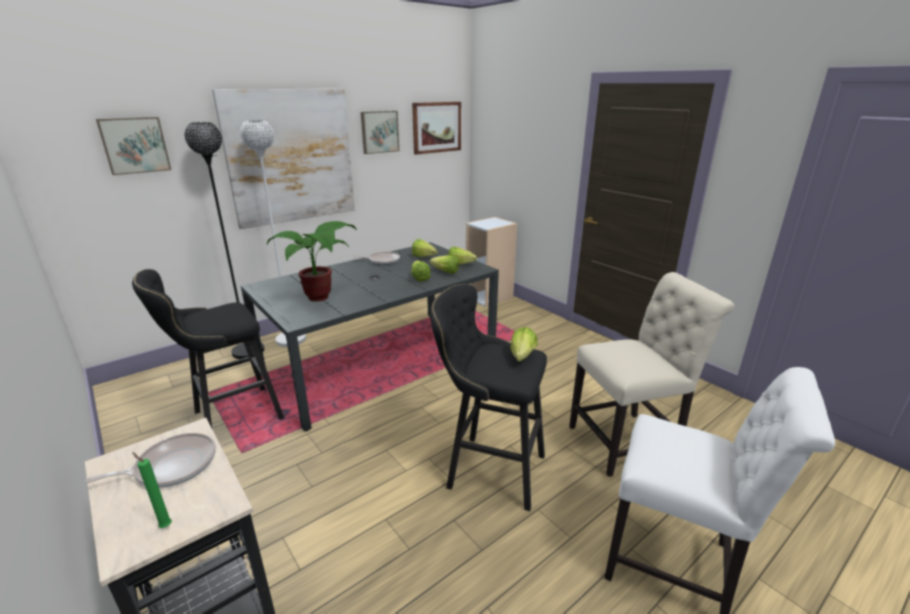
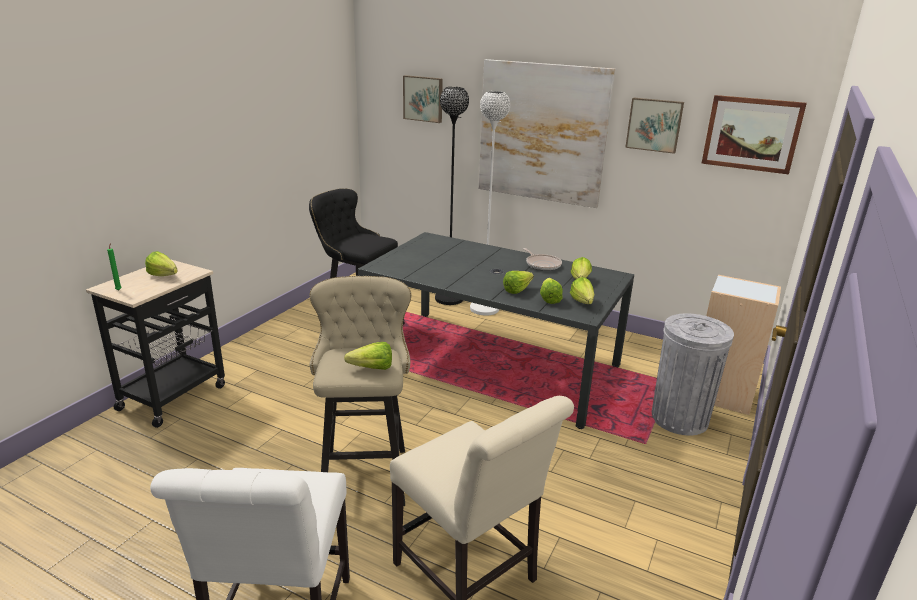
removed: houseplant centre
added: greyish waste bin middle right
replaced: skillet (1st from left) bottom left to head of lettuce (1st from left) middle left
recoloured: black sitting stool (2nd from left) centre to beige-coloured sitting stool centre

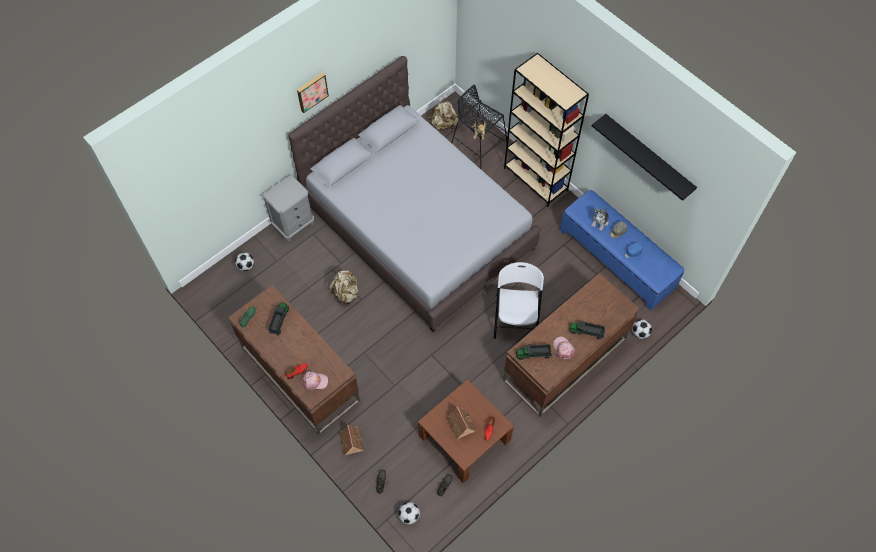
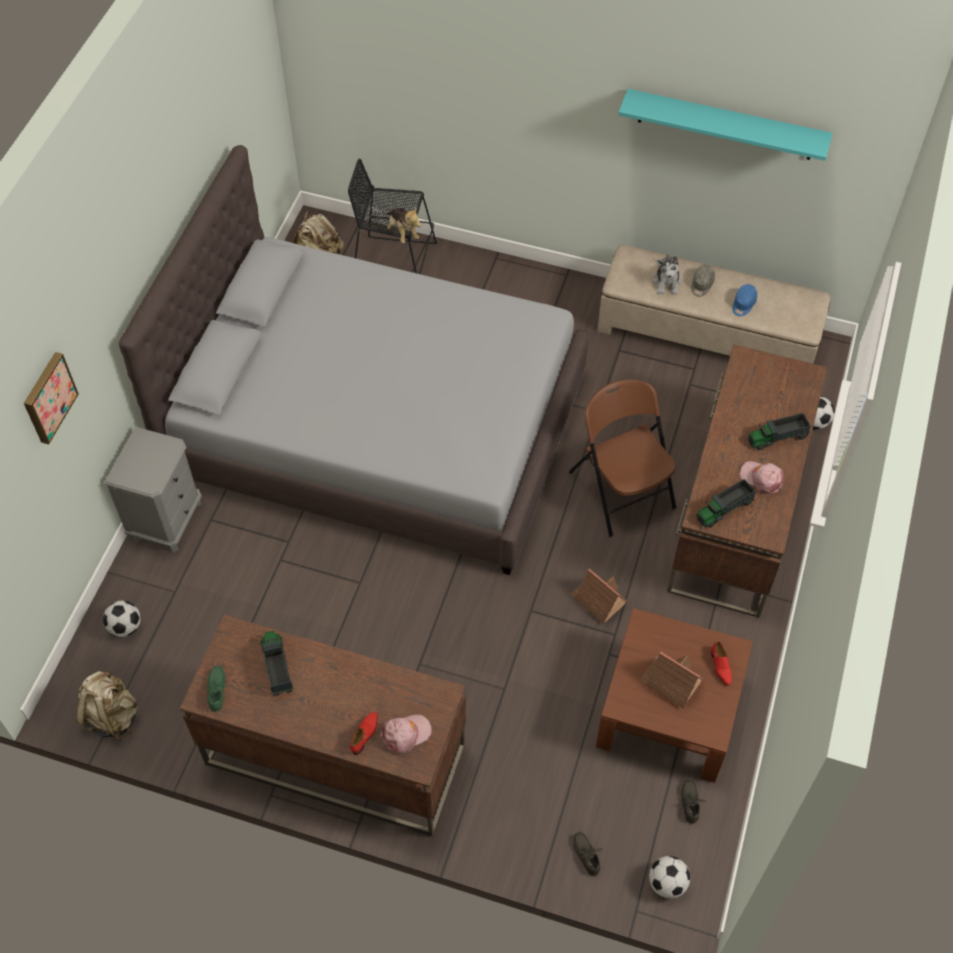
removed: beige-coloured shelving unit top centre
moved: picture top centre to middle left; beige-coloured rucksack (1st from left) centre to bottom left; model house (1st from left) bottom centre to centre
recoloured: whitish chair centre to brownish chair centre; blue-coloured long seat middle right to beige-coloured long seat top right; black bracket shelf top right to turquoise bracket shelf top right

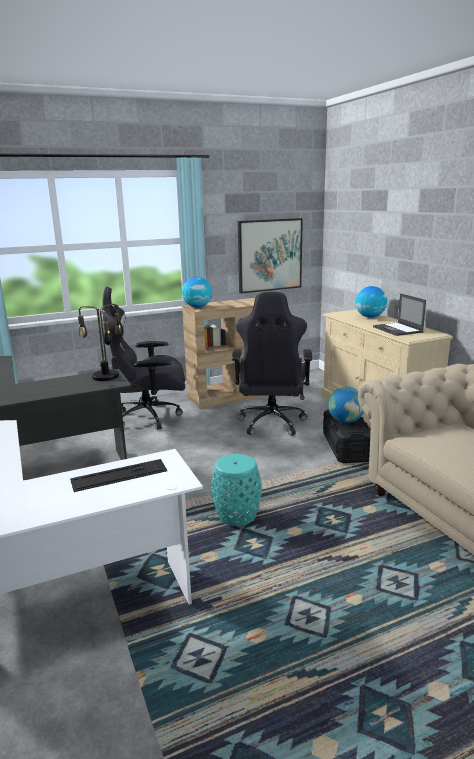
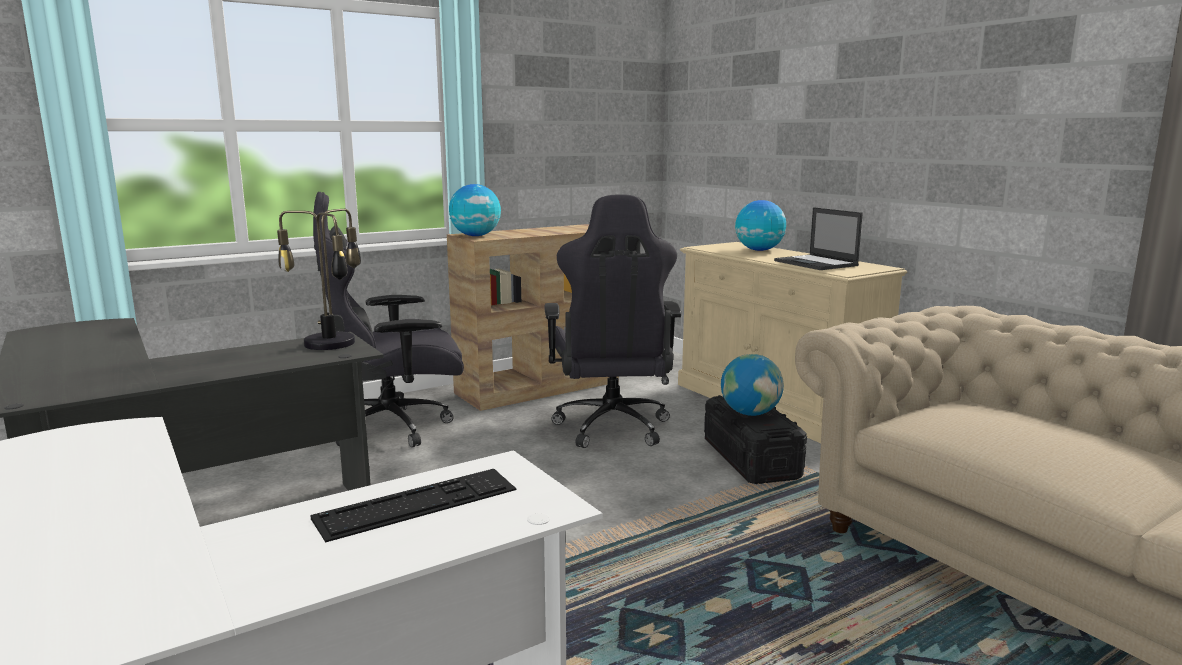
removed: turquoise sitting stool centre; picture centre

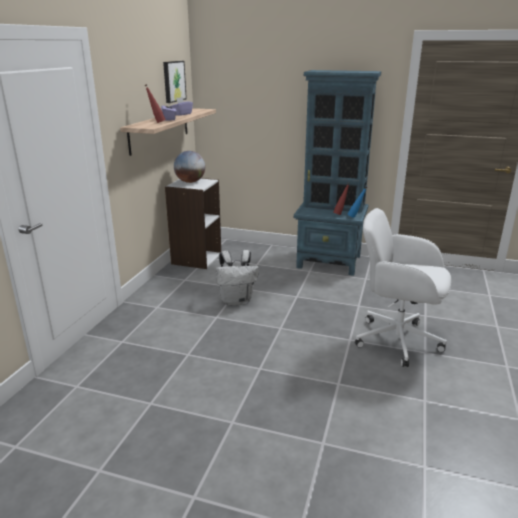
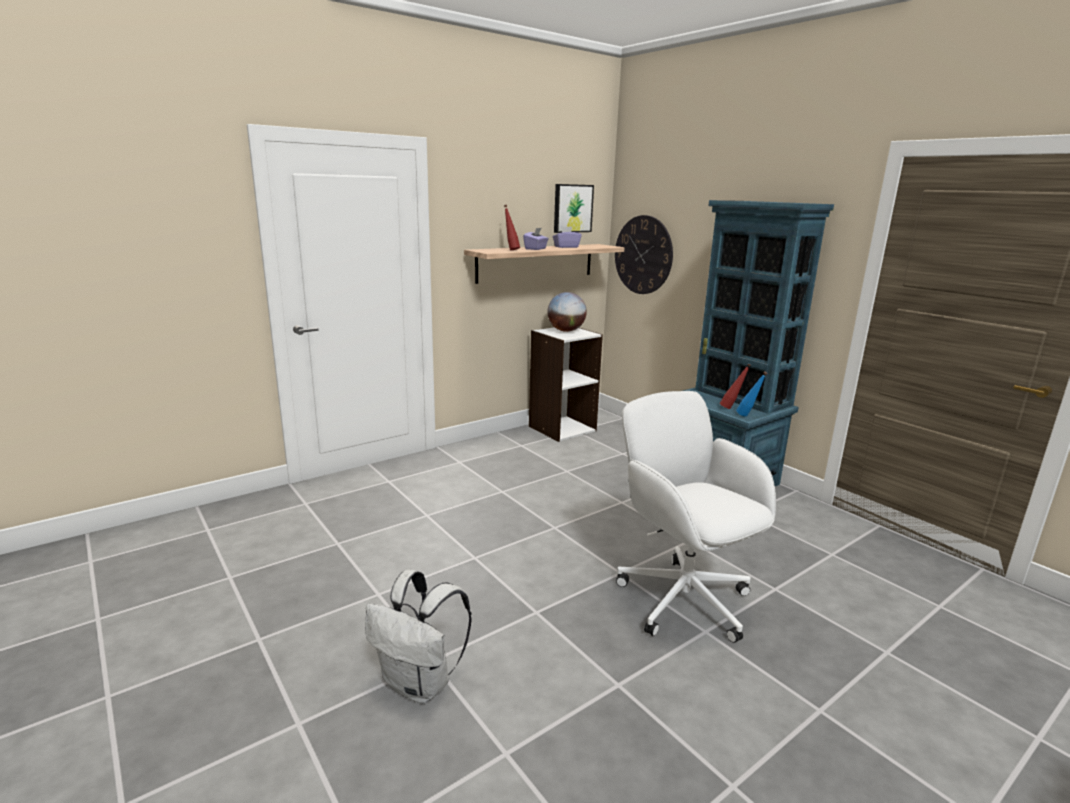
added: clock on the wall top centre
moved: whitish rucksack centre to bottom centre

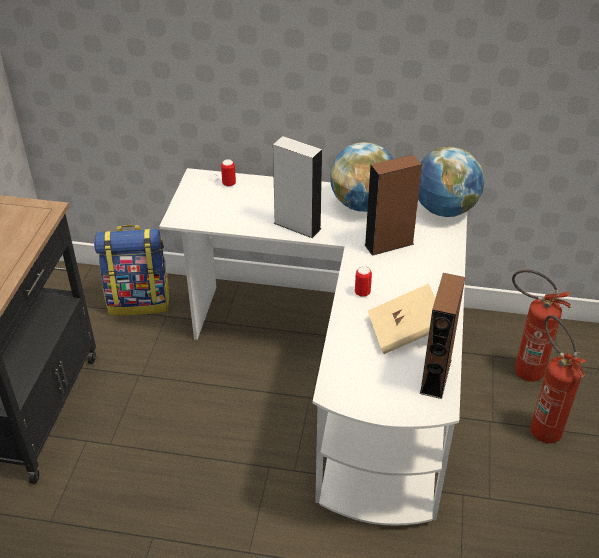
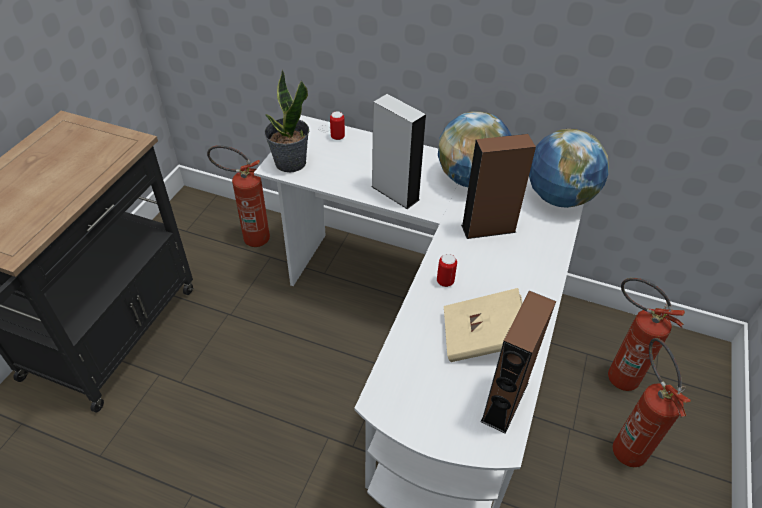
added: houseplant top centre
replaced: rucksack middle left to extinguisher (1st from left) middle left

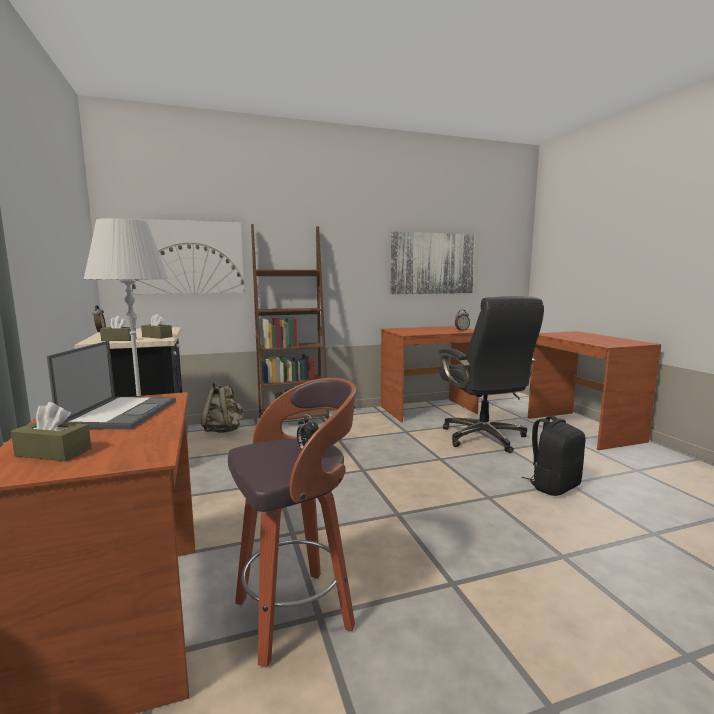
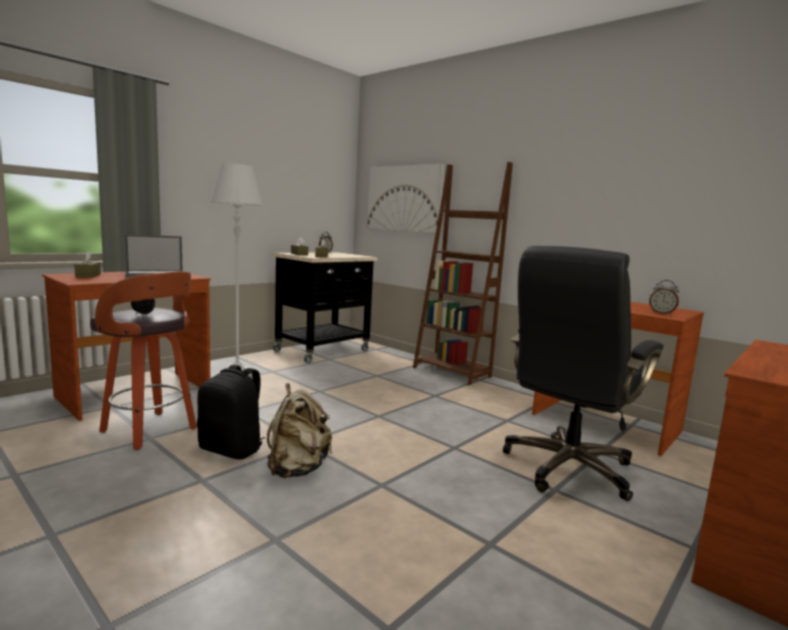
removed: picture (2nd from left) centre
moved: beige-coloured rucksack middle left to bottom centre; black rucksack middle right to middle left

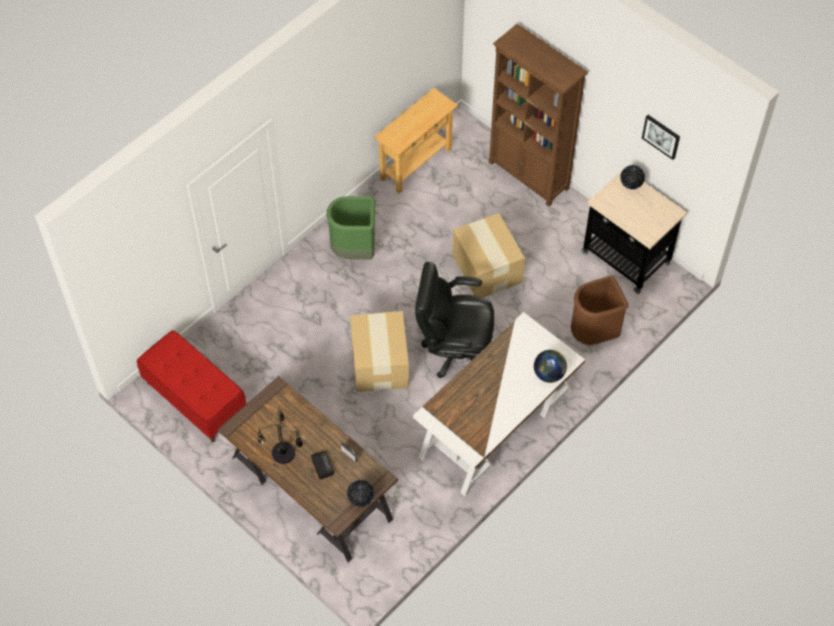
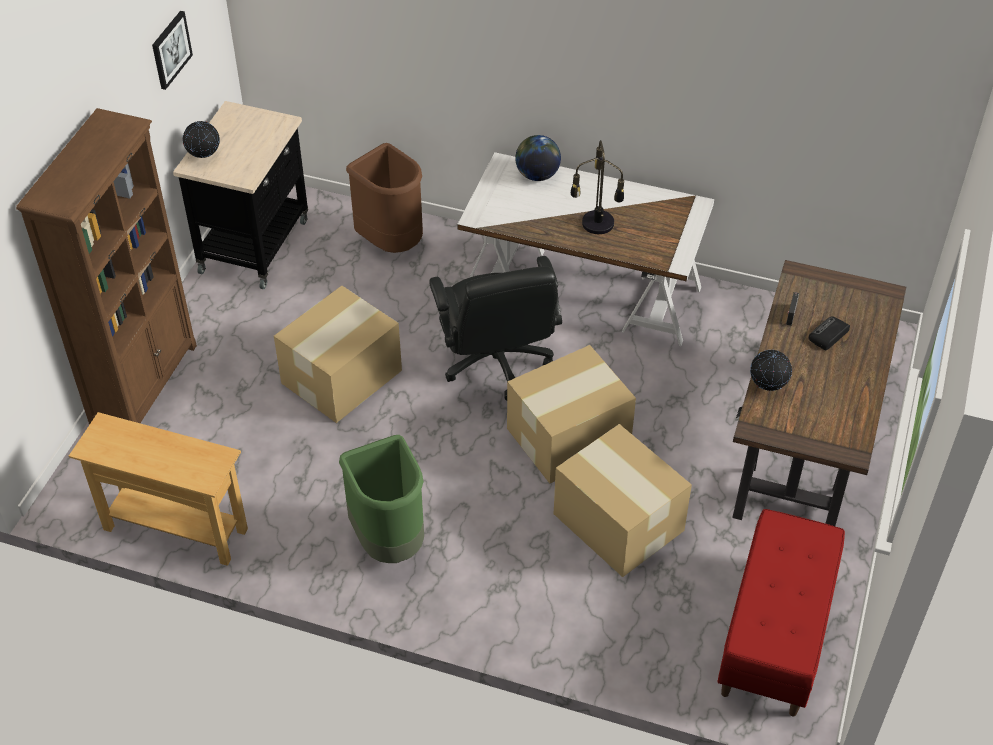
added: cardboard box (3rd from left) bottom centre
moved: tabletop lamp bottom centre to top centre; desk globe (1st from left in the first image) bottom centre to desk globe (3rd from left) middle right

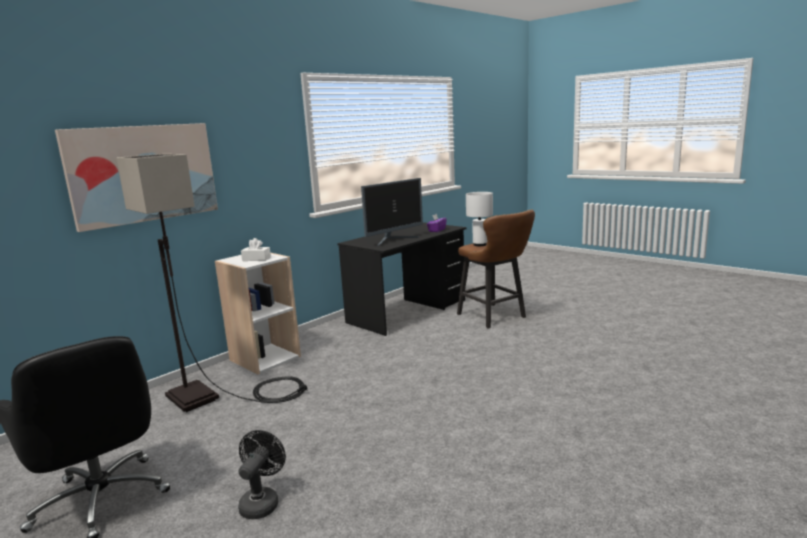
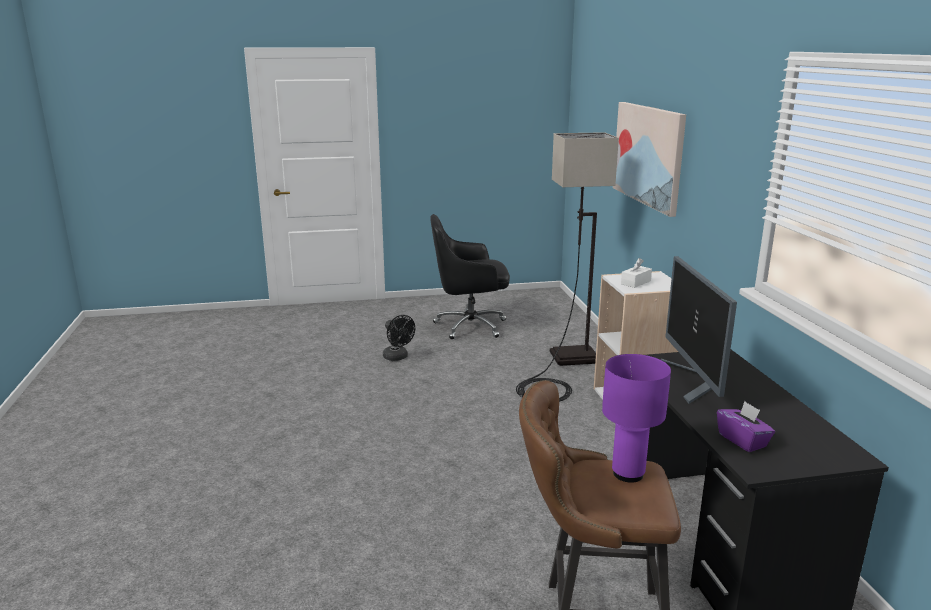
recoloured: whitish tabletop lamp centre to purple tabletop lamp bottom right

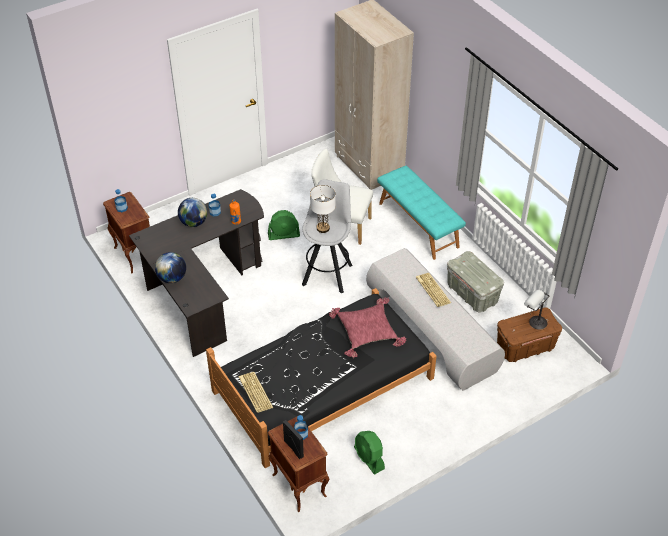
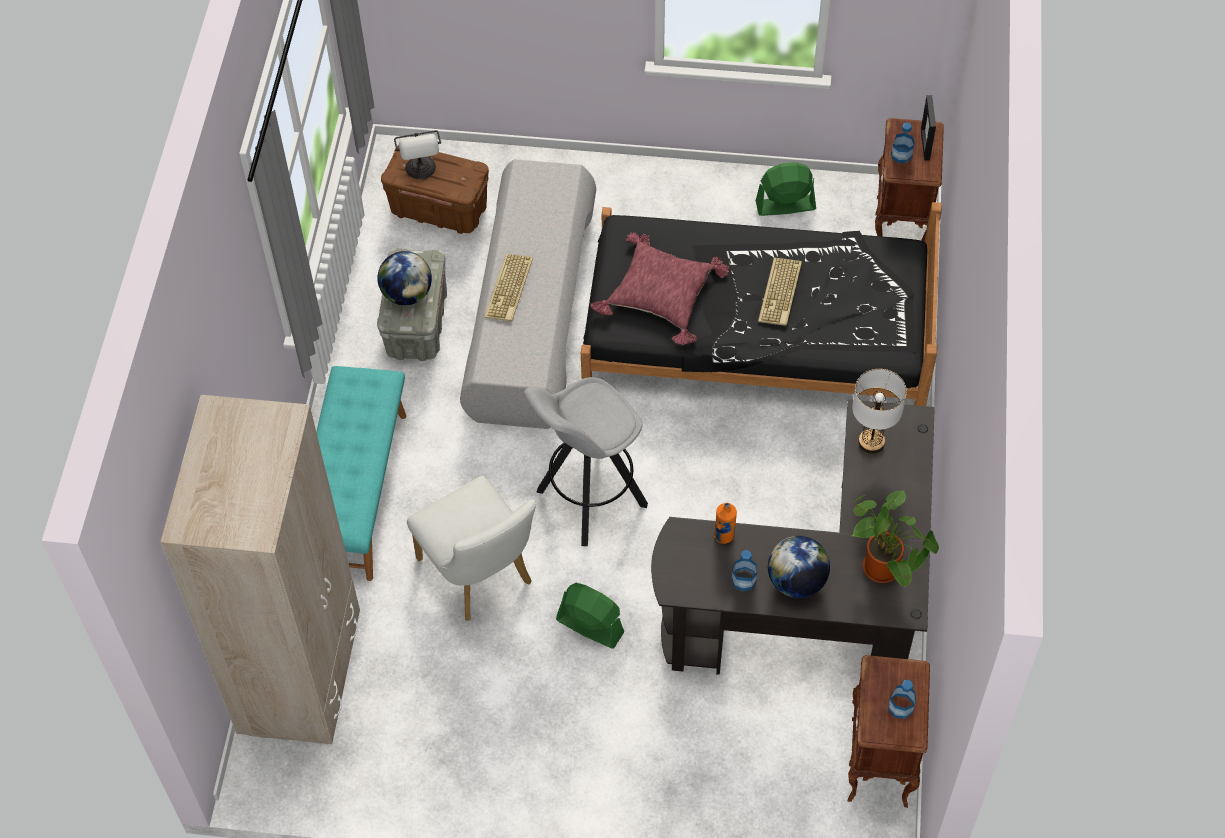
added: houseplant middle right
moved: desk globe (1st from left) middle left to top left; computer keyboard (1st from left in the first image) bottom centre to computer keyboard (2nd from left) centre; tabletop lamp (1st from left in the first image) centre to tabletop lamp (2nd from left) middle right
turned: greenish fan (2nd from left) bottom centre = top centre 105 degrees counterclockwise

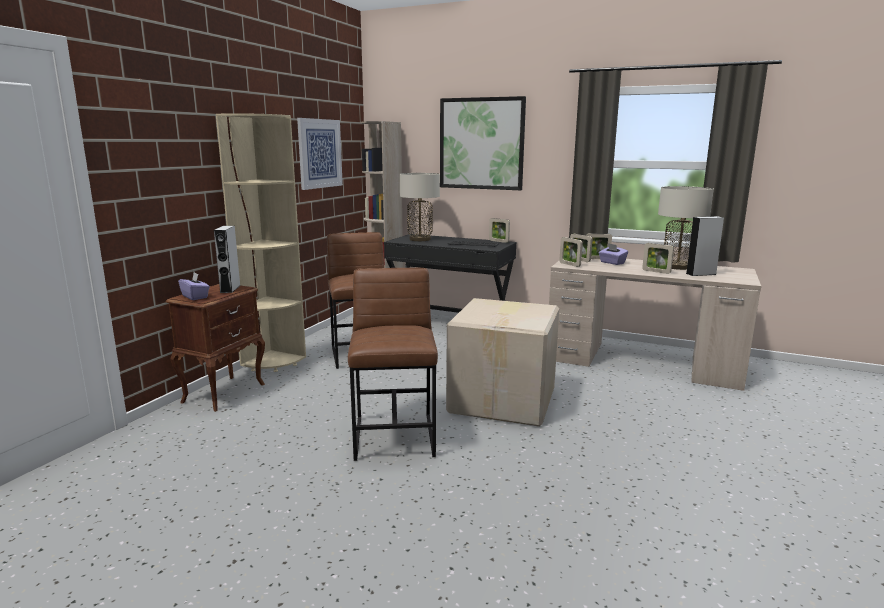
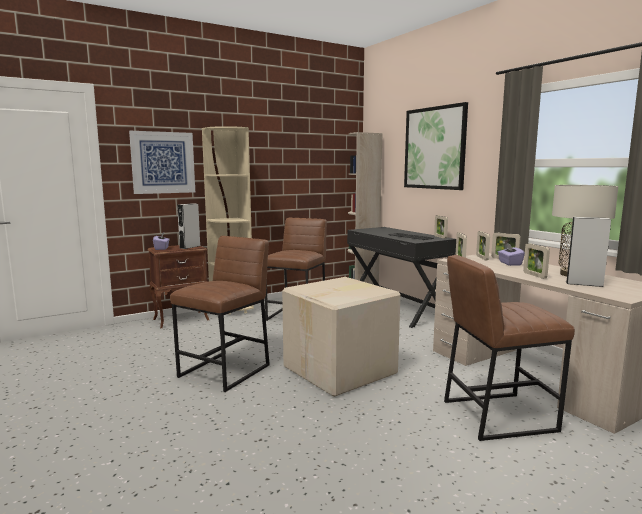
removed: tabletop lamp (1st from left) centre
added: brownish chair (3rd from left) bottom right
moved: picture (1st from left) top centre to top left

